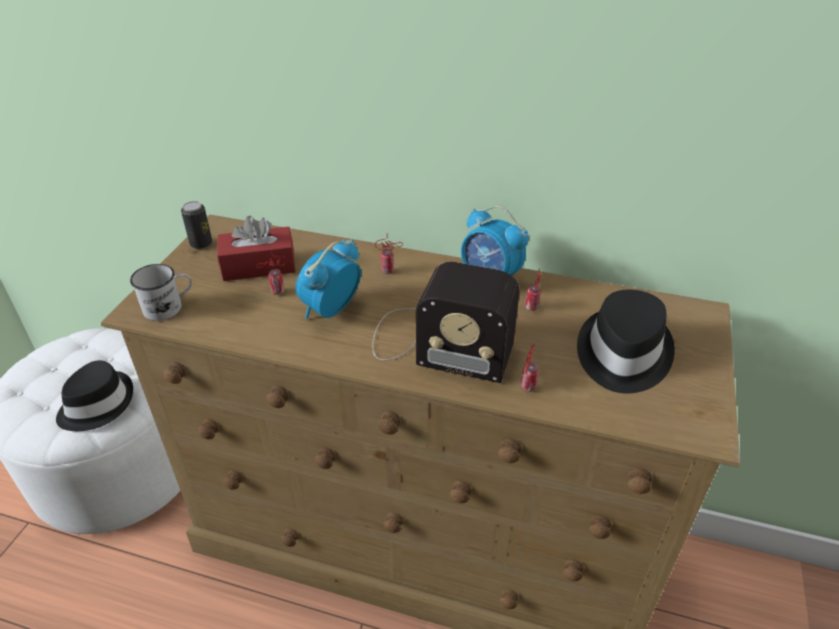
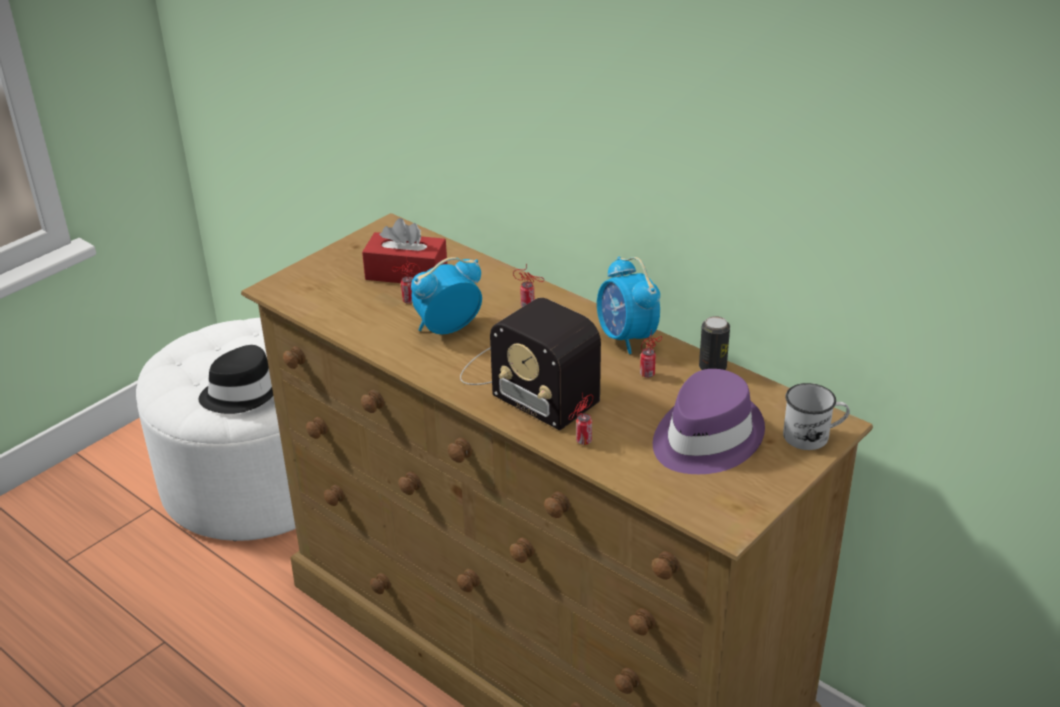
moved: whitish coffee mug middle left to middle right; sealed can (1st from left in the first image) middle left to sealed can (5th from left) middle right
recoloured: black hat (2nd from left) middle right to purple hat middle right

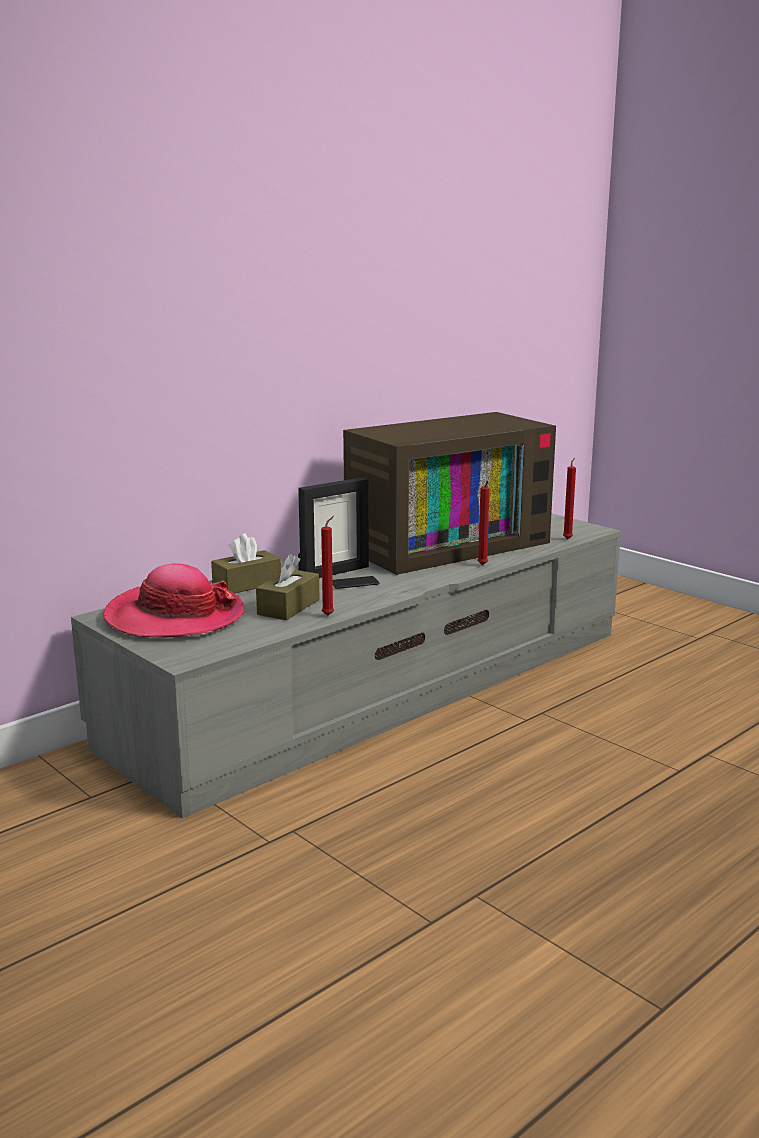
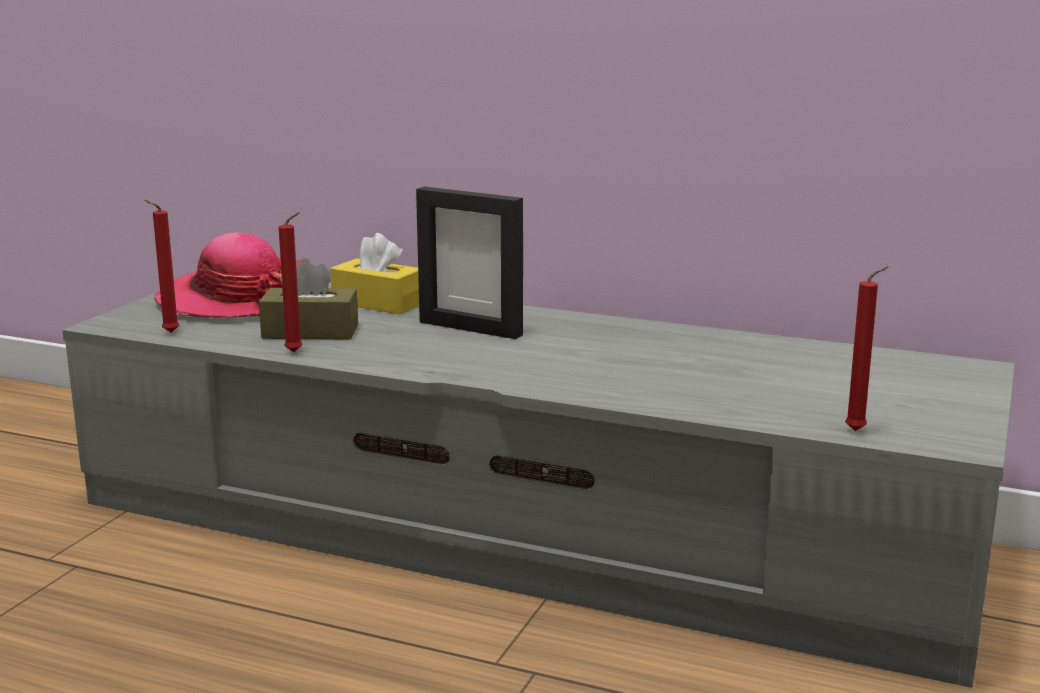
removed: phone centre; TV centre
moved: reddish candle (2nd from left in the first image) centre to reddish candle (1st from left) middle left
recoloured: brownish box of tissues (1st from left) middle left to yellow-coloured box of tissues centre

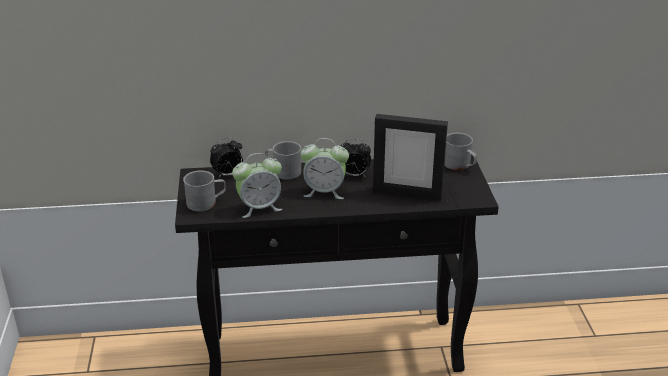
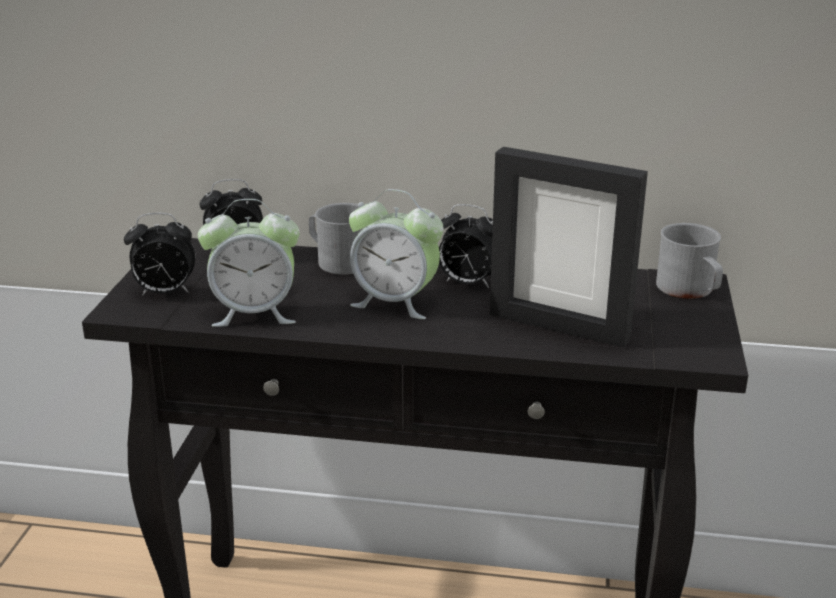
replaced: greyish coffee mug (1st from left) middle left to bedside clock (1st from left) middle left

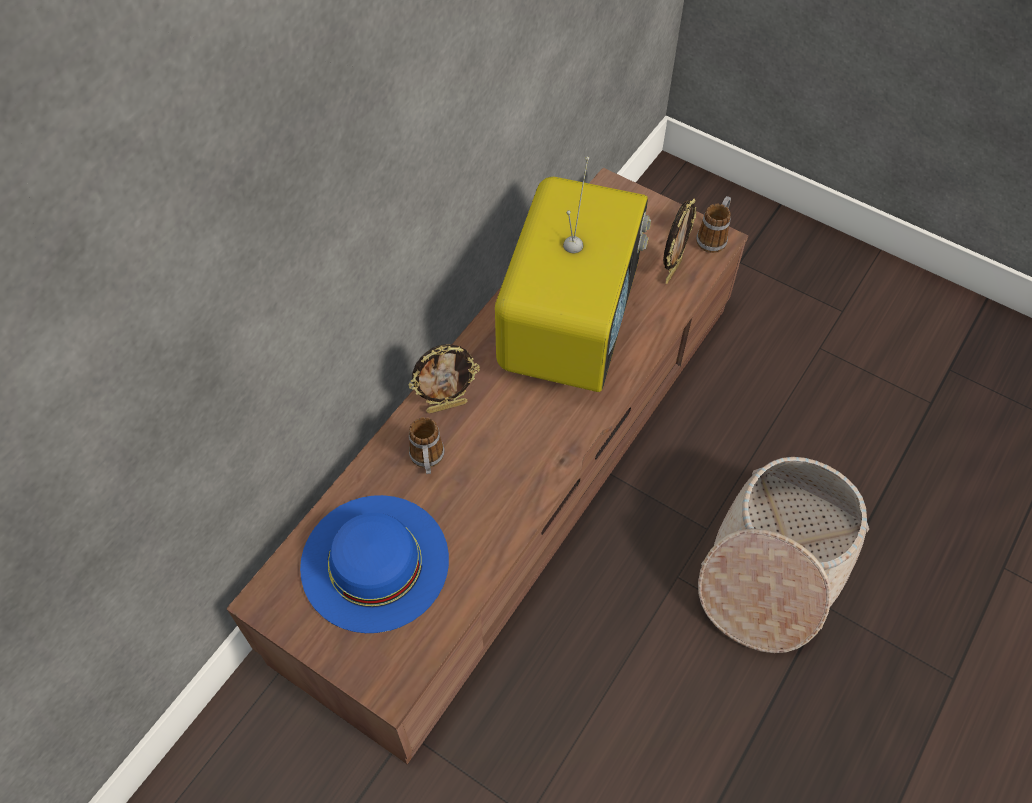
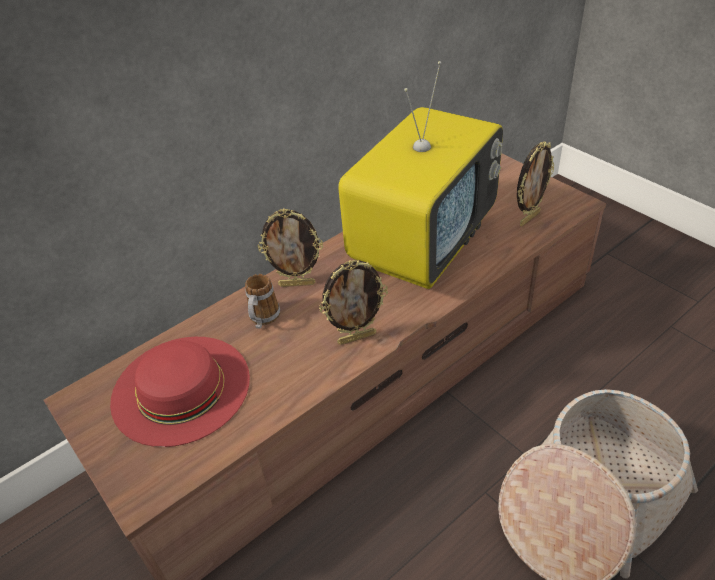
removed: coffee mug (2nd from left) top right
added: standing frame (2nd from left) centre
recoloured: blue-coloured hat bottom centre to reddish hat bottom left

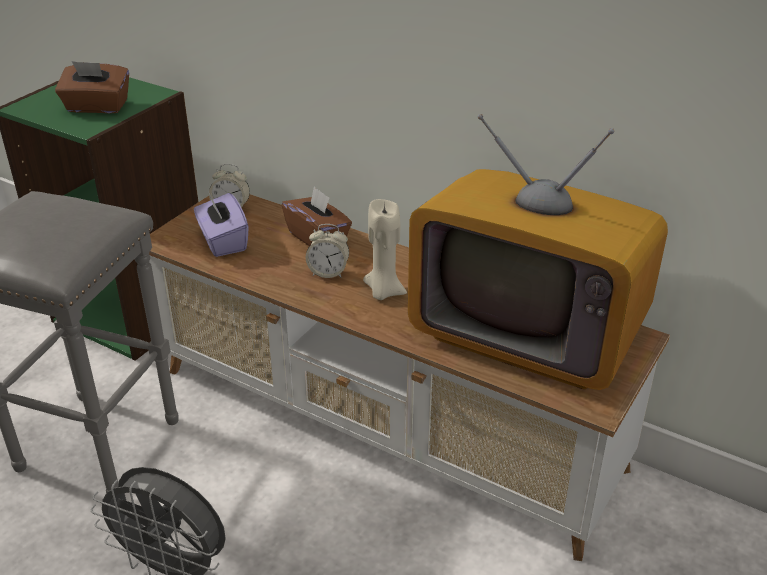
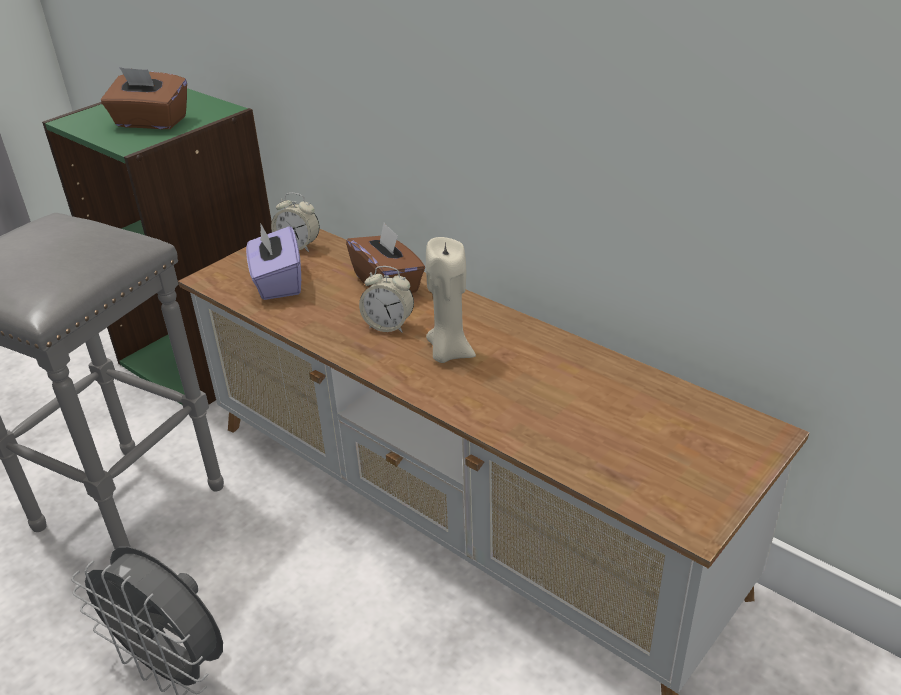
removed: TV middle right

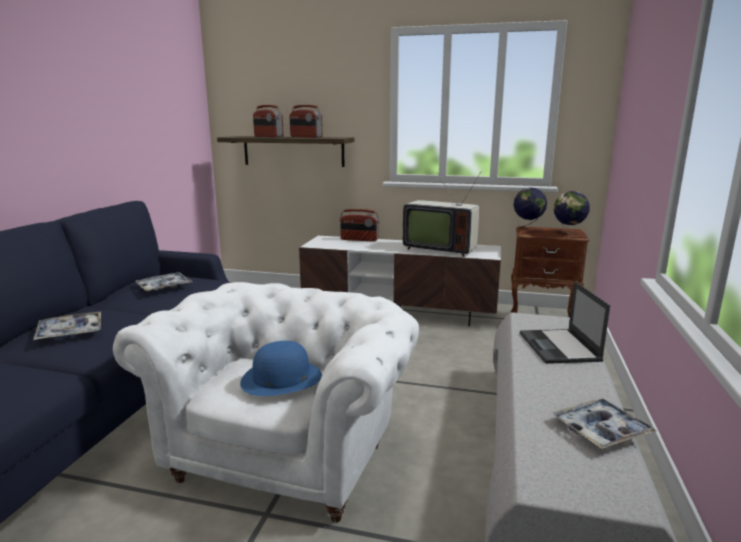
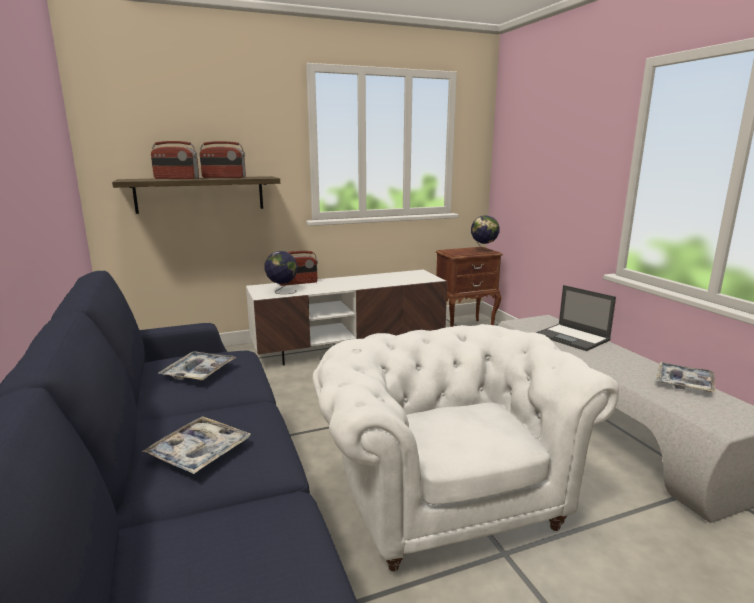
removed: blue-coloured hat bottom centre; TV centre
moved: desk globe (1st from left) middle right to centre

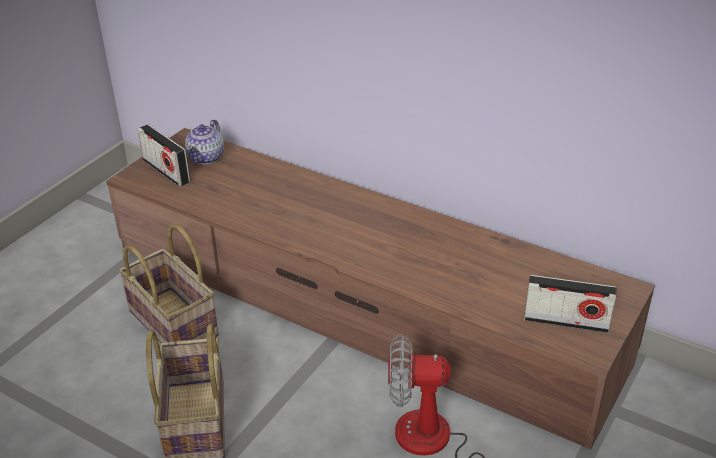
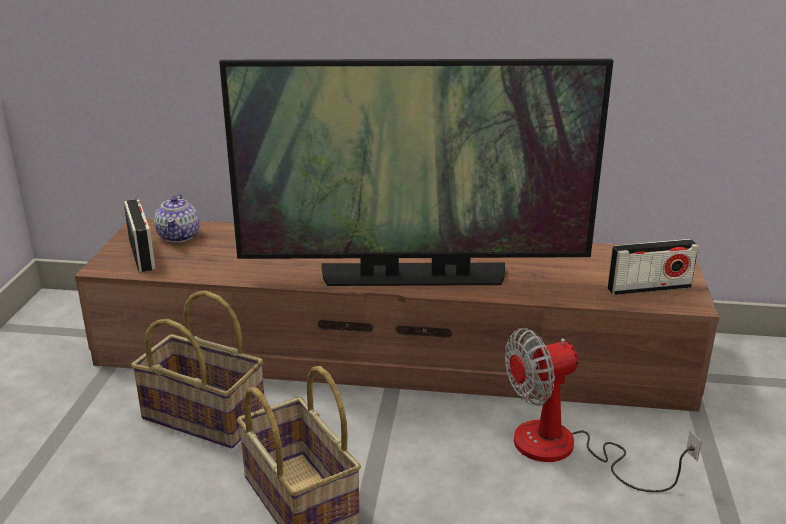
added: TV top centre
turned: radio (1st from left) middle left = middle left 135 degrees counterclockwise

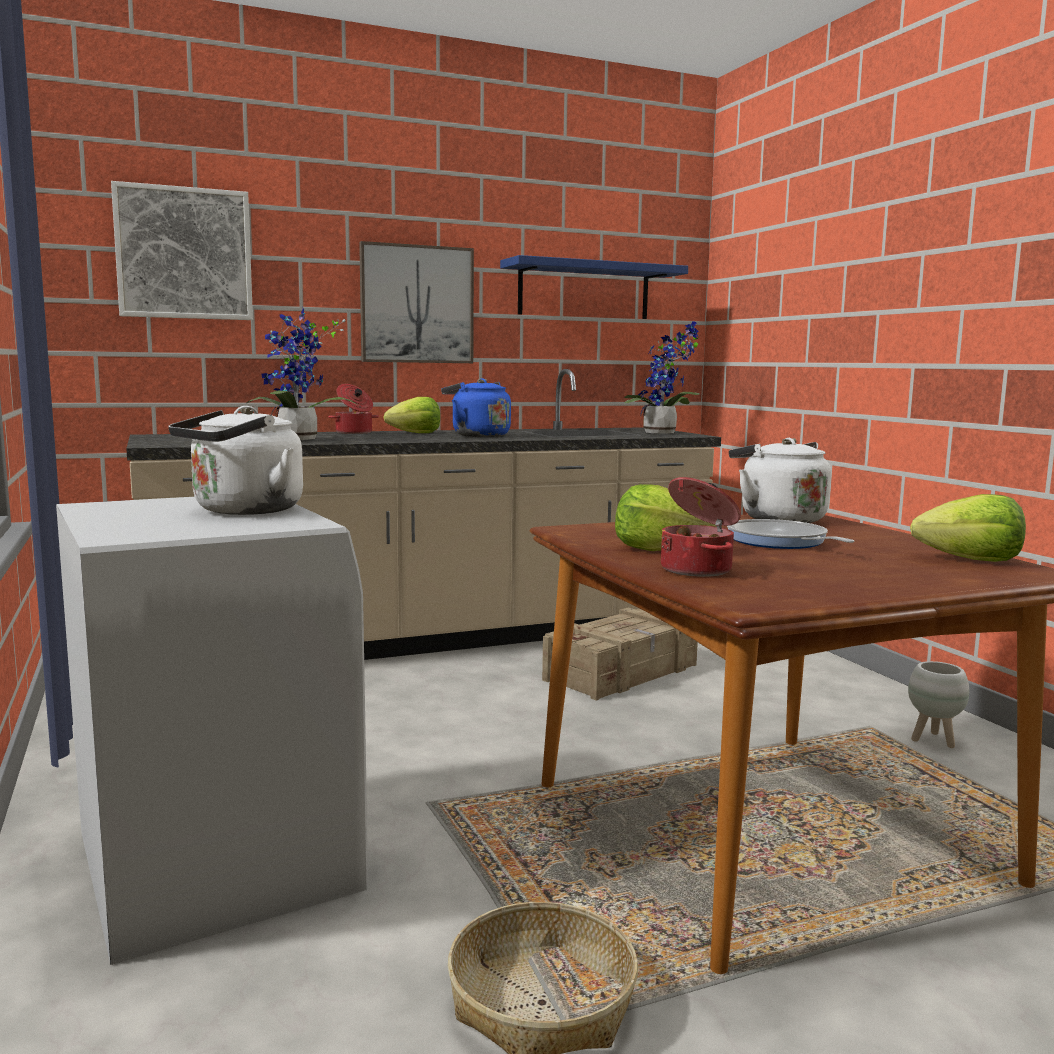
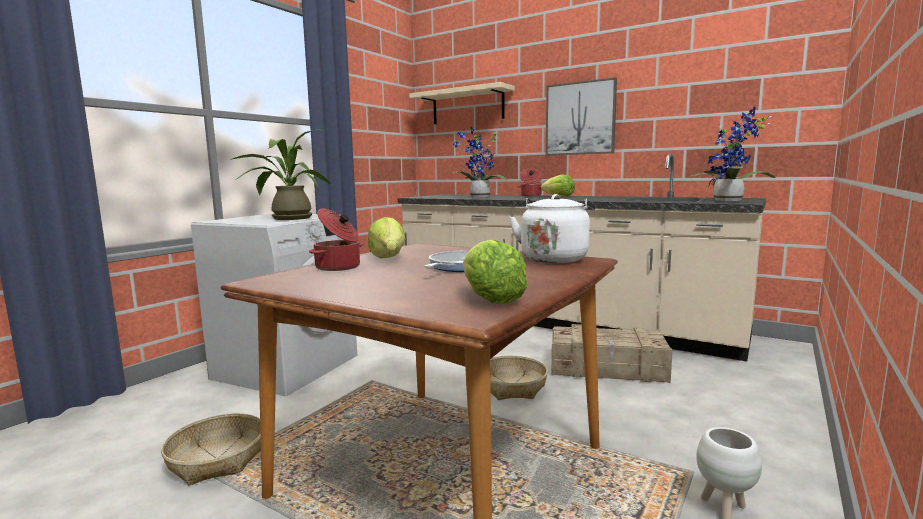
removed: blue-coloured water kettle centre; blue-coloured bracket shelf top centre
added: household basket (2nd from left) bottom centre
replaced: picture (1st from left) top left to beige-coloured bracket shelf top centre; whitish water kettle (1st from left) middle left to houseplant (1st from left) middle left

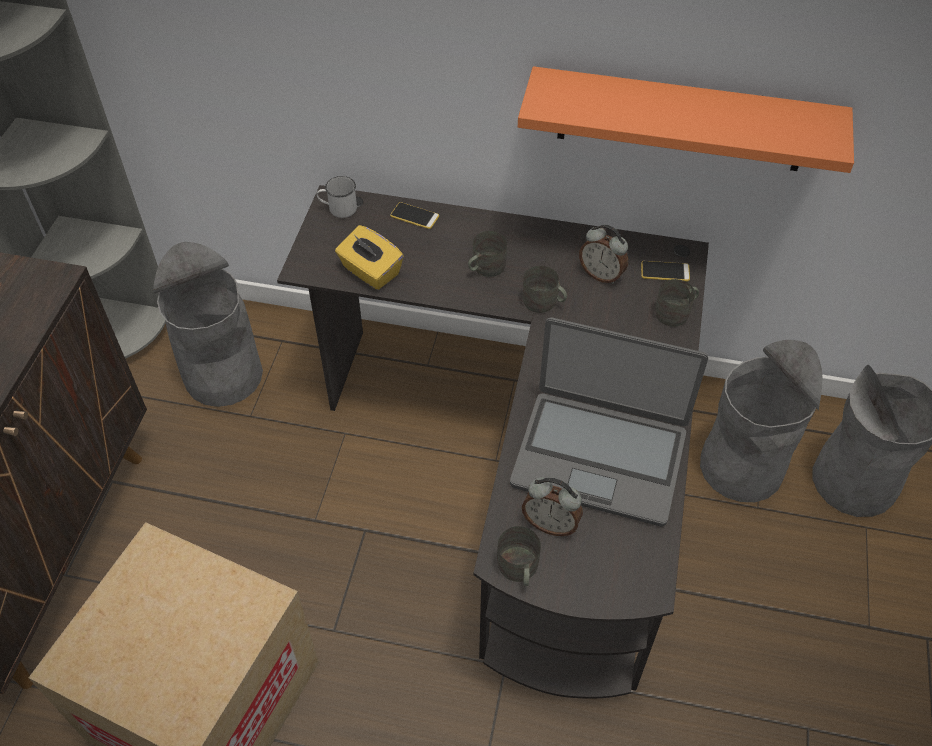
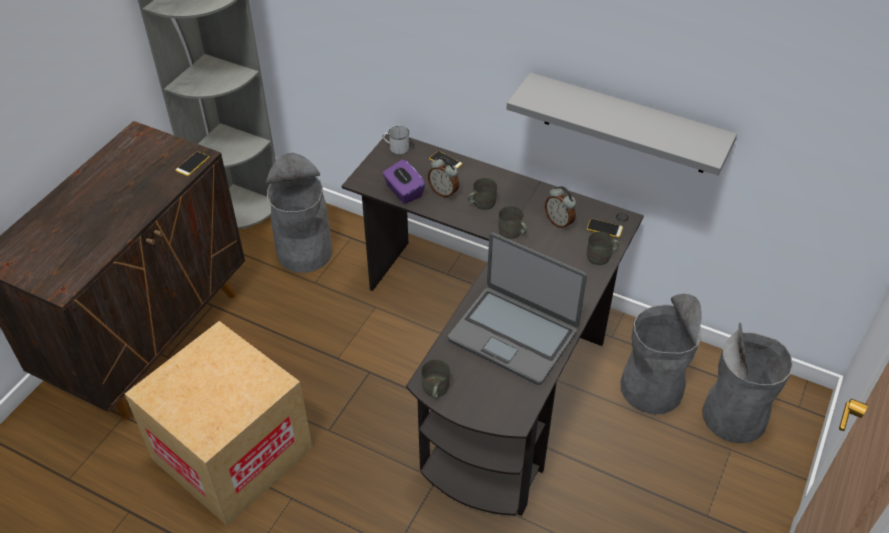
added: phone (1st from left) top left
moved: bedside clock (1st from left) bottom centre to top centre
recoloured: yellow-coloured box of tissues centre to purple box of tissues centre; orange bracket shelf top right to greyish bracket shelf top right

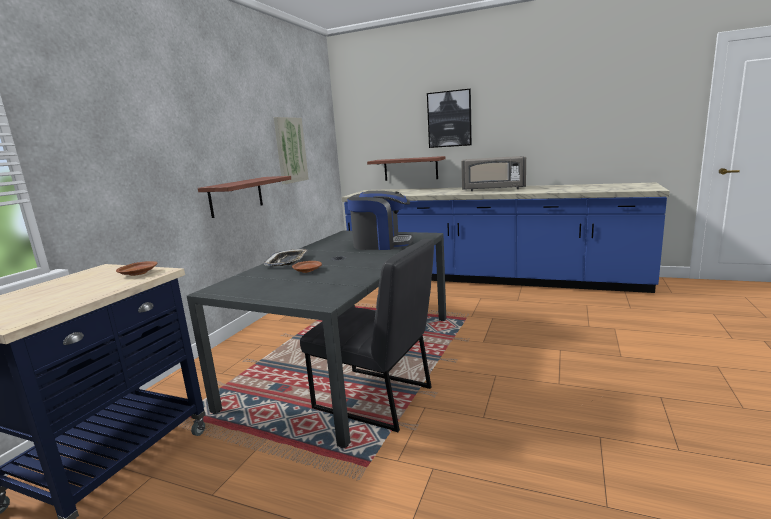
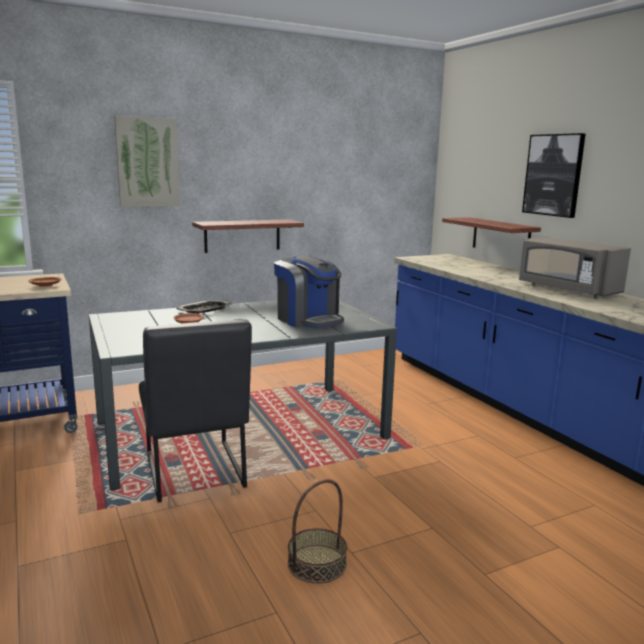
added: household basket bottom centre
moved: picture (1st from left) top centre to top left

